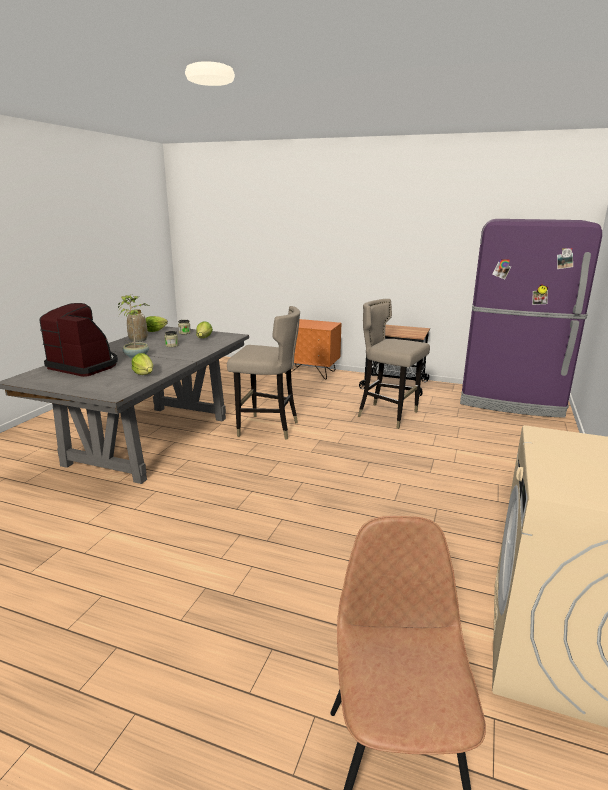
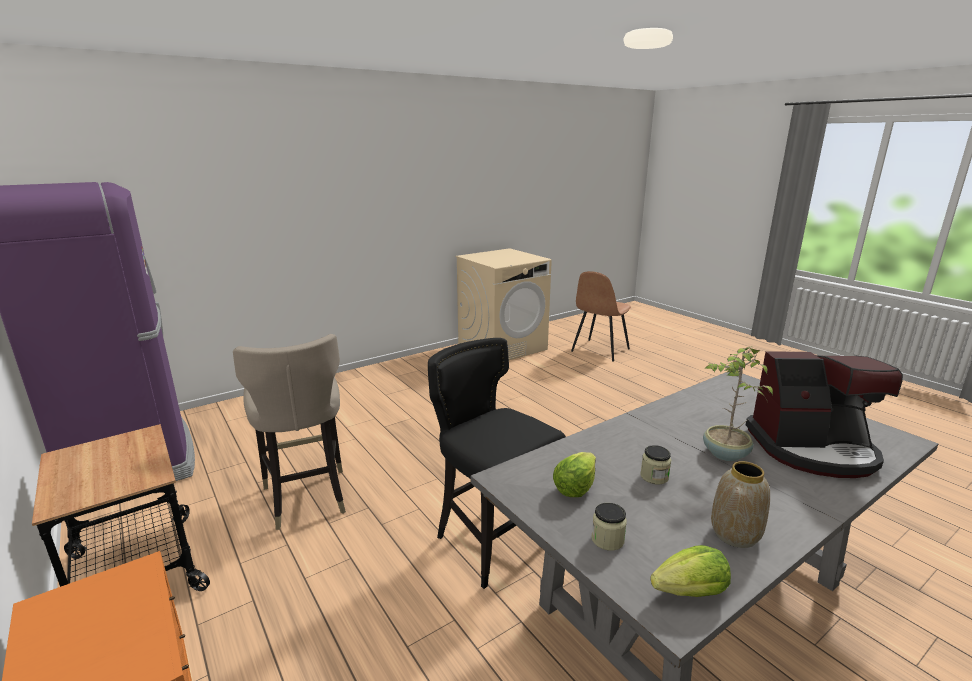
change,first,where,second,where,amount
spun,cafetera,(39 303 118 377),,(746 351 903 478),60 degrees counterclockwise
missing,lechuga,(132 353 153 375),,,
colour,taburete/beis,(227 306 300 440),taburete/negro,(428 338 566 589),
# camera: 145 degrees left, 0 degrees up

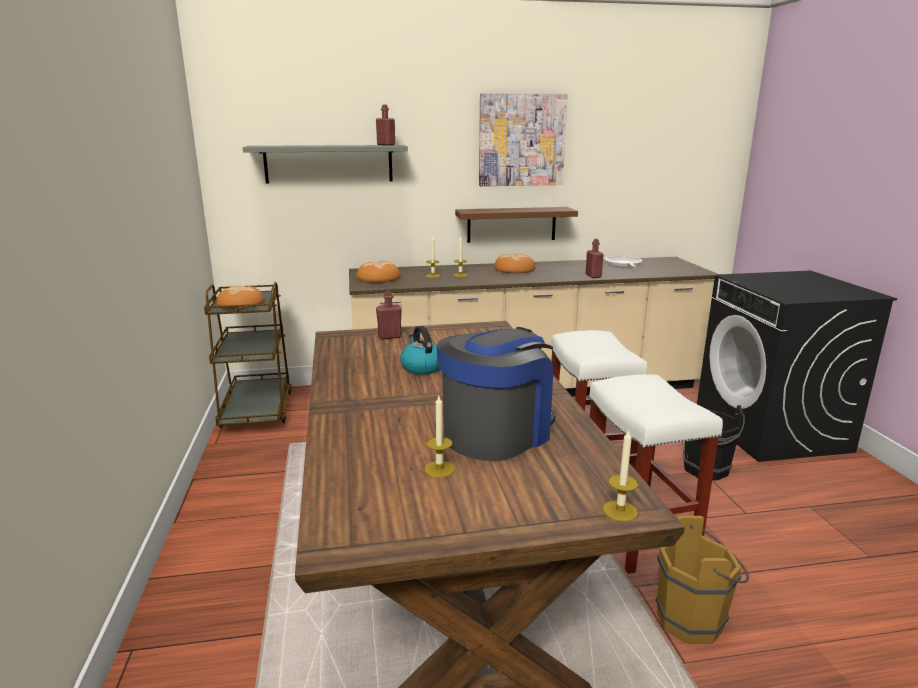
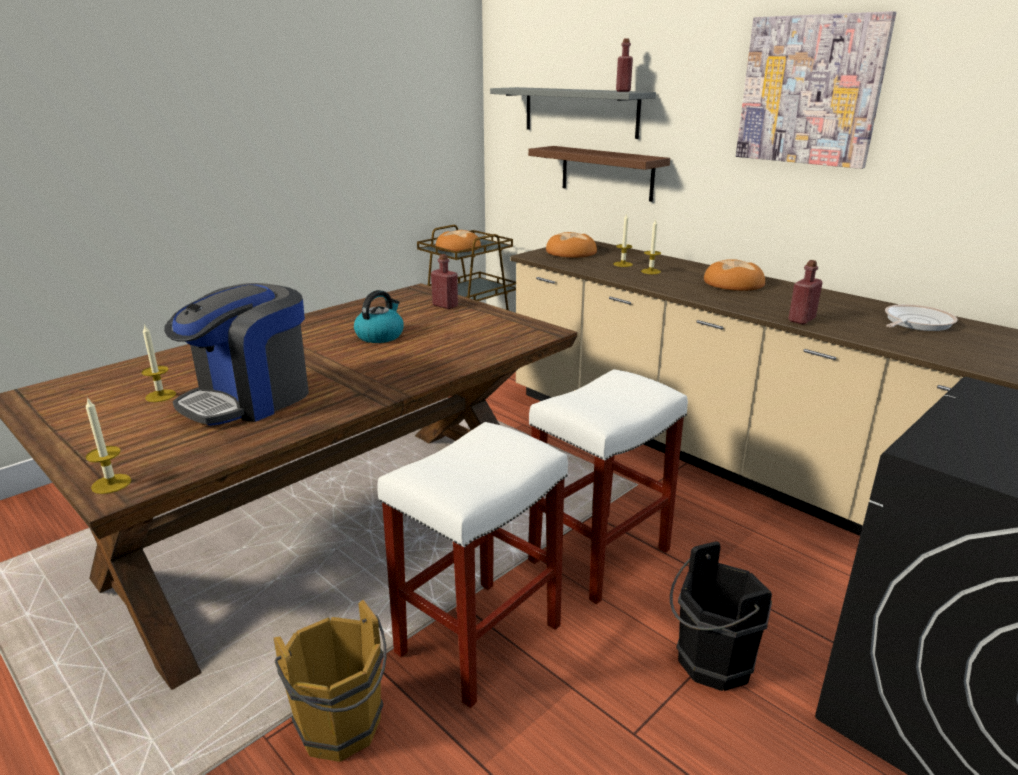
change,first,where,second,where,amount
spun,cafetera,(437 327 556 461),,(164 283 309 426),120 degrees clockwise
relocated,estante/marrón,(455 207 578 243),,(528 146 670 202),
# camera: 55 degrees right, 5 degrees up

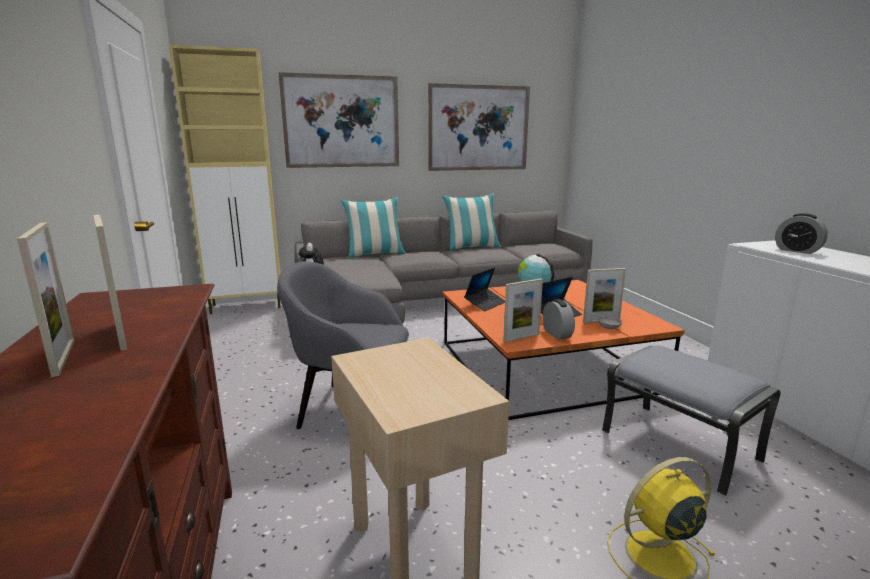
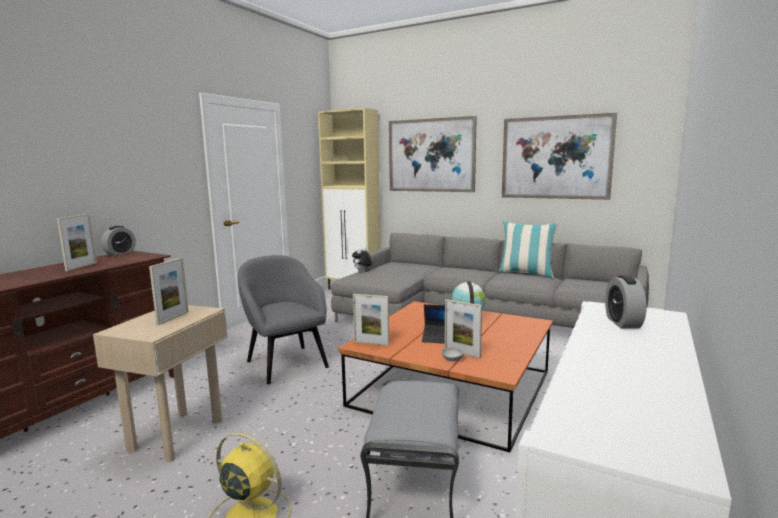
change,first,where,second,where,amount
relocated,portarretratos,(17 222 74 377),,(149 258 189 325),
missing,cojín,(341 197 406 257),,,
missing,portátil,(464 267 505 312),,,
relocated,despertador,(543 299 575 340),,(101 226 136 255),
# camera: 45 degrees right, 5 degrees down

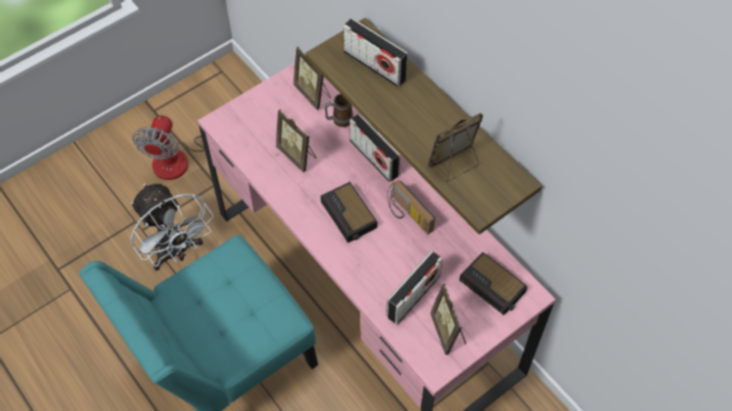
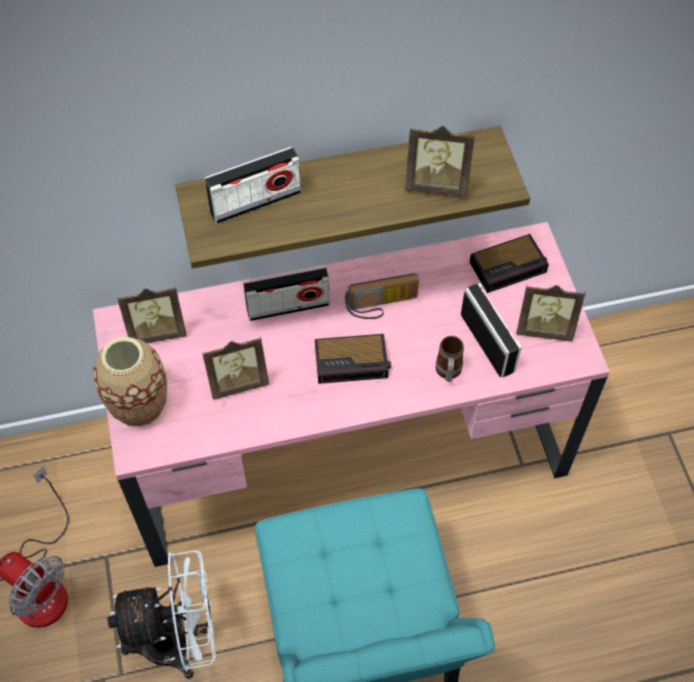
change,first,where,second,where,amount
relocated,taza grande,(324 94 353 127),,(436 336 464 382),
spun,portarretratos,(428 113 483 182),,(405 126 475 197),75 degrees counterclockwise
appeared,,,florero,(93 337 167 427),
# camera: 65 degrees left, 0 degrees up

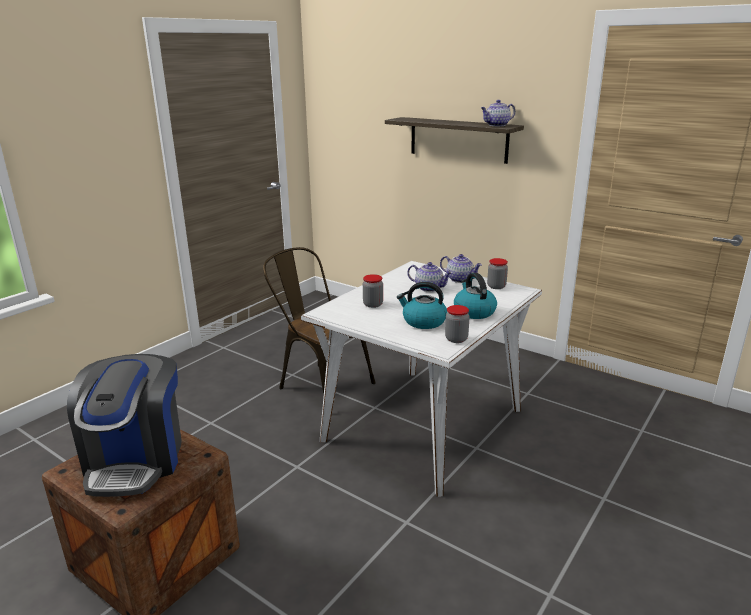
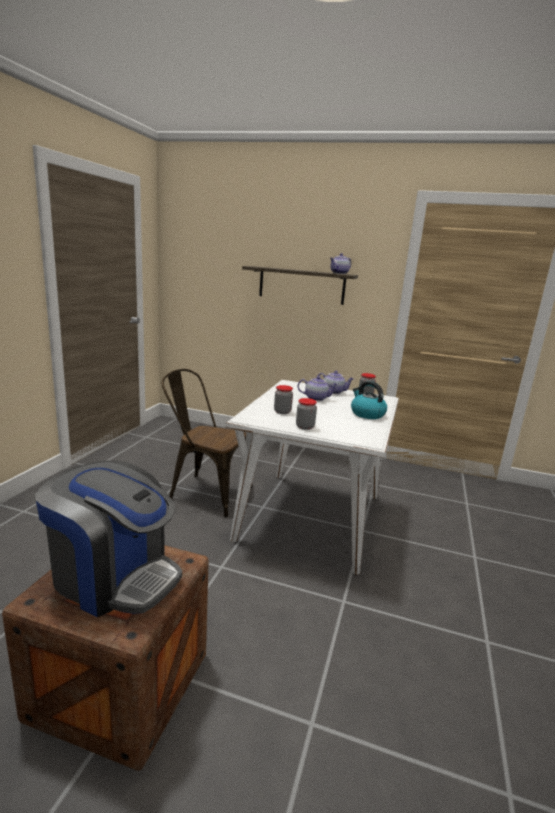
change,first,where,second,where,amount
spun,cafetera,(67 354 181 497),,(35 460 182 617),45 degrees counterclockwise
missing,hervidor,(397 282 447 329),,,
relocated,tarro,(445 305 469 343),,(296 398 317 430),
# camera: 20 degrees left, 5 degrees down

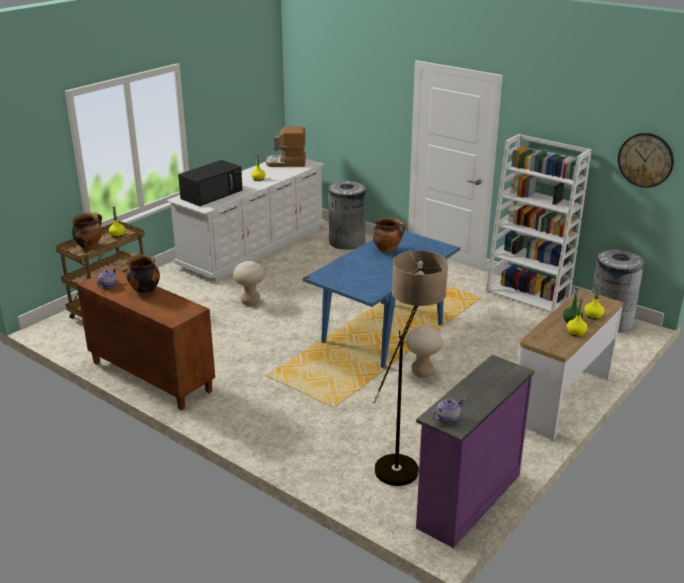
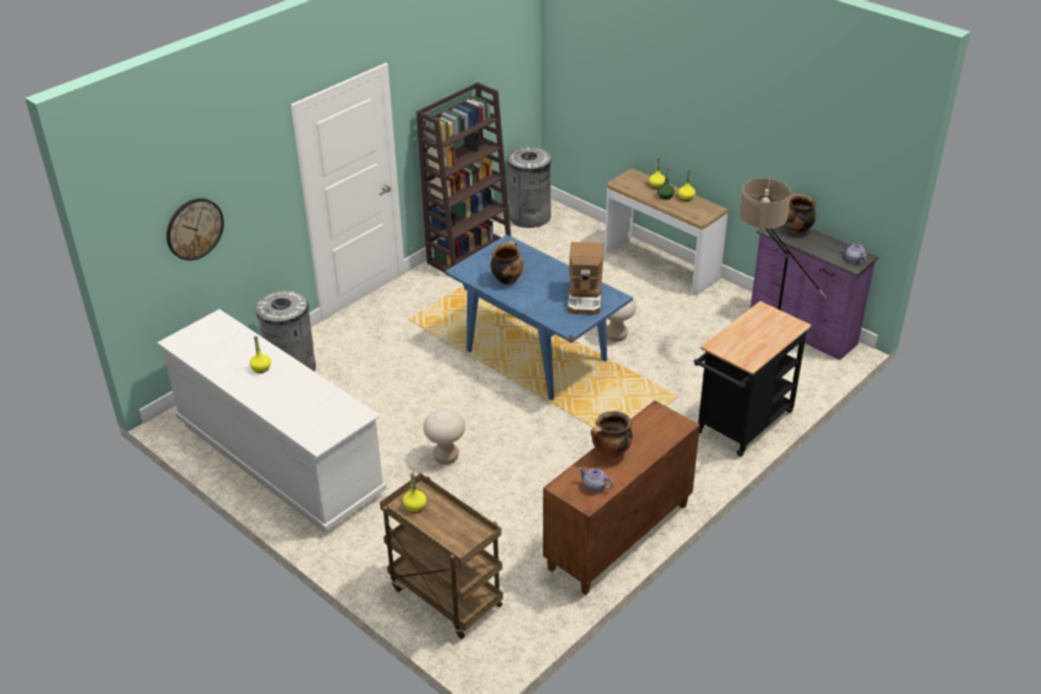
change,first,where,second,where,amount
relocated,olla,(71 212 102 249),,(786 194 817 234),
missing,microondas/negro,(178 160 243 206),,,
relocated,cafetera,(266 126 306 167),,(568 242 603 315),
colour,estantería/blanco,(485 134 592 314),estantería/marrón,(416 82 511 273),
relocated,reloj de pared,(618 133 674 188),,(166 198 224 260),
appeared,,,carrito/negro,(694 301 811 456),
# camera: 85 degrees left, 10 degrees up

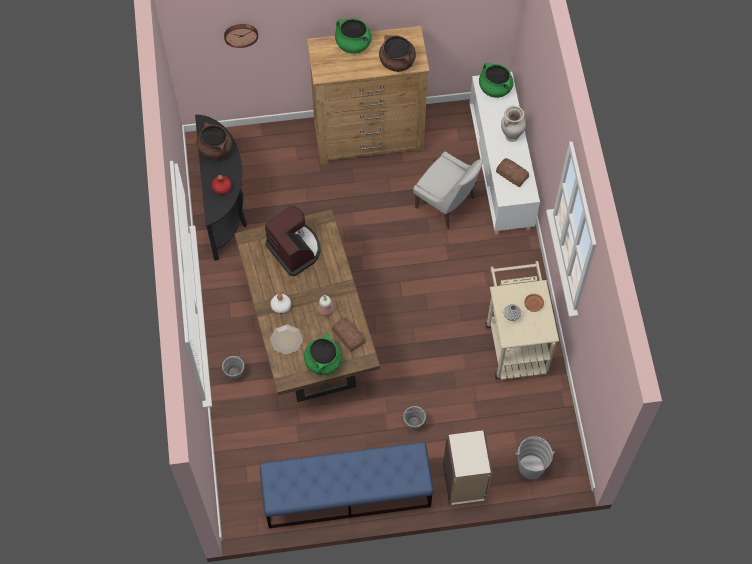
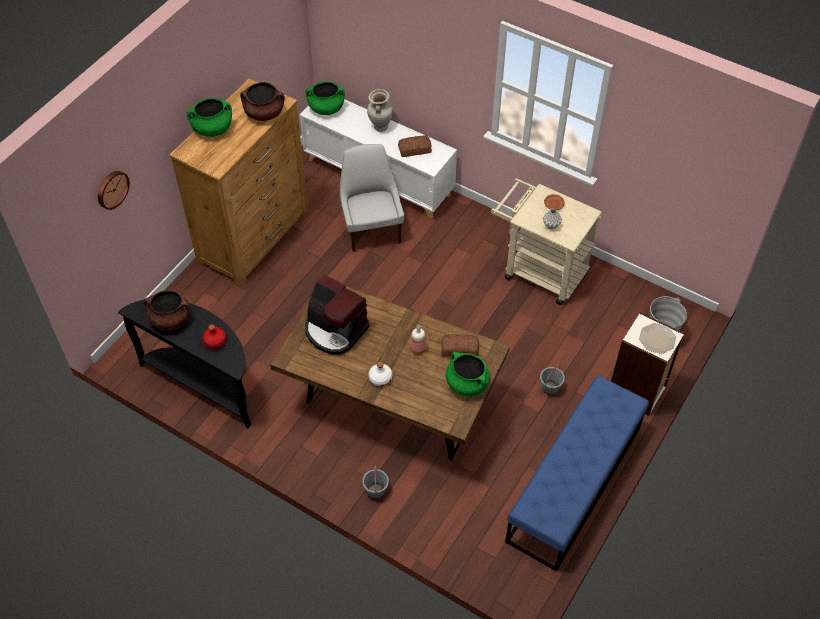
change,first,where,second,where,amount
spun,cafetera,(265 205 321 276),,(305 274 370 355),150 degrees counterclockwise
relocated,plato,(270 324 303 355),,(639 323 676 354),
spun,silla/blanco,(413 152 483 229),,(340 144 404 252),90 degrees counterclockwise
# camera: 50 degrees left, 10 degrees down

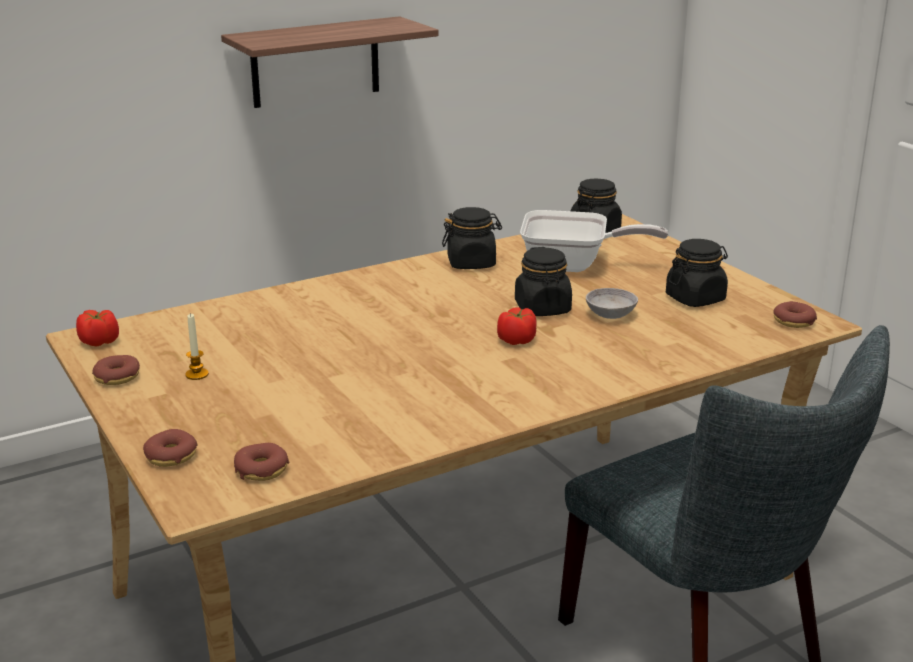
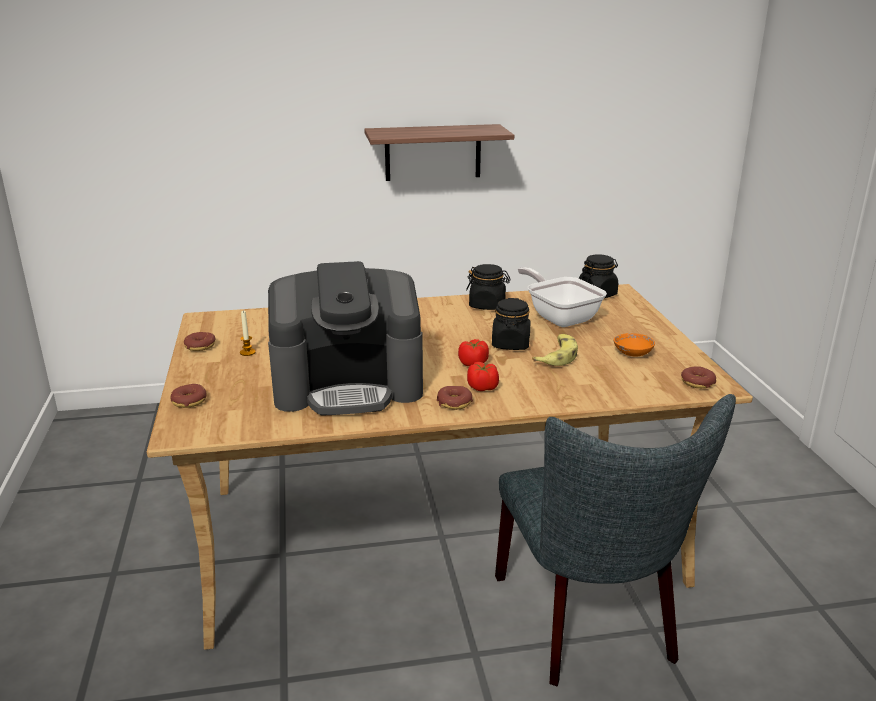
change,first,where,second,where,amount
relocated,tomate,(76 310 119 347),,(467 362 499 391),
relocated,rosquilla,(234 443 289 481),,(437 386 473 410),
spun,sartén,(520 210 668 272),,(518 267 607 327),150 degrees counterclockwise
exchanged,cuenco/gris,(586 288 638 319),plátano,(532 334 578 366),
exchanged,tarro/negro,(666 239 728 307),cuenco/naranja,(614 333 655 357),
appeared,,,cafetera,(268 261 423 416),
# camera: 20 degrees right, 0 degrees up

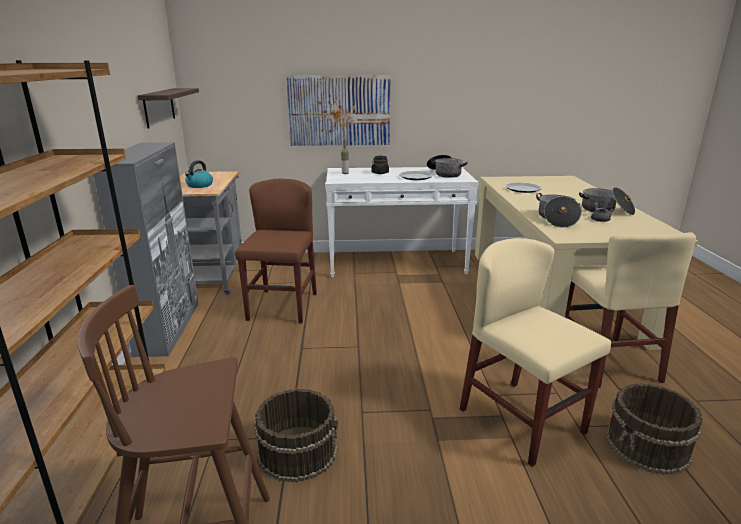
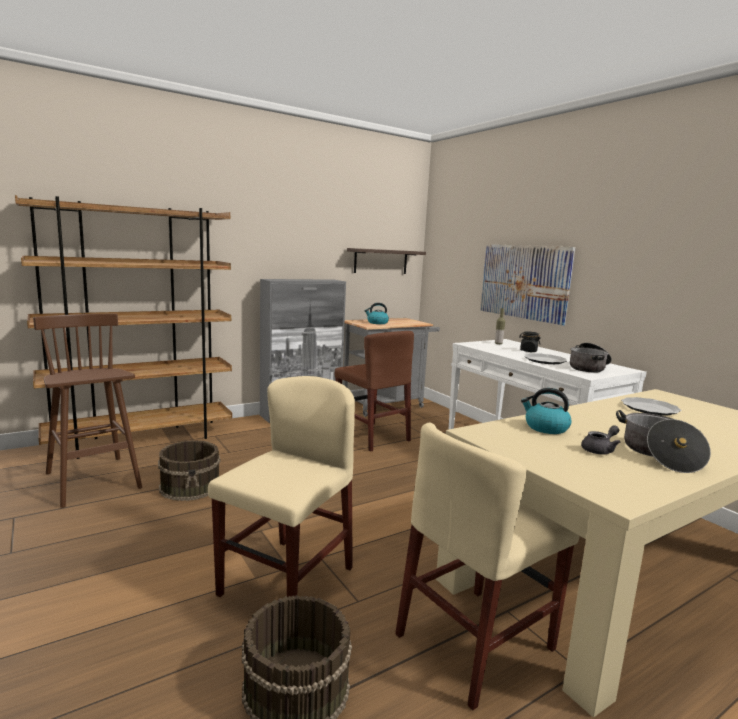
change,first,where,second,where,amount
spun,silla/marrón,(235 179 317 324),,(335 331 414 452),75 degrees clockwise
exchanged,olla,(536 193 581 228),hervidor,(521 388 571 434),
# camera: 60 degrees right, 10 degrees down

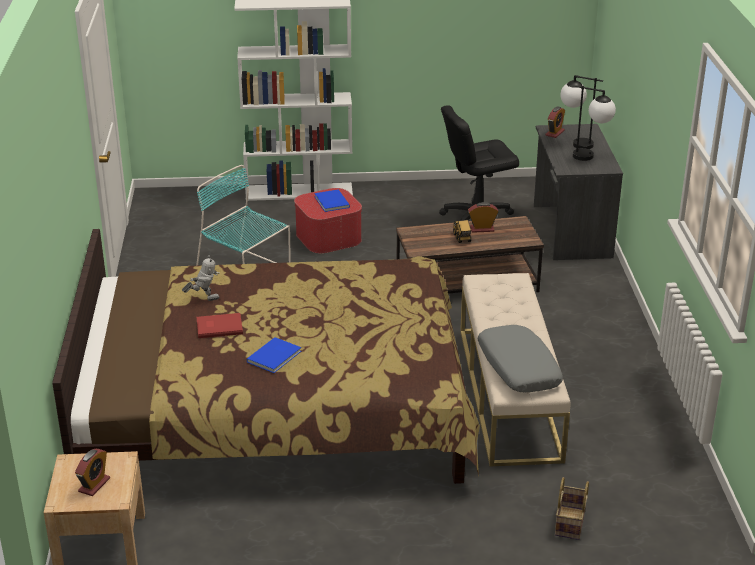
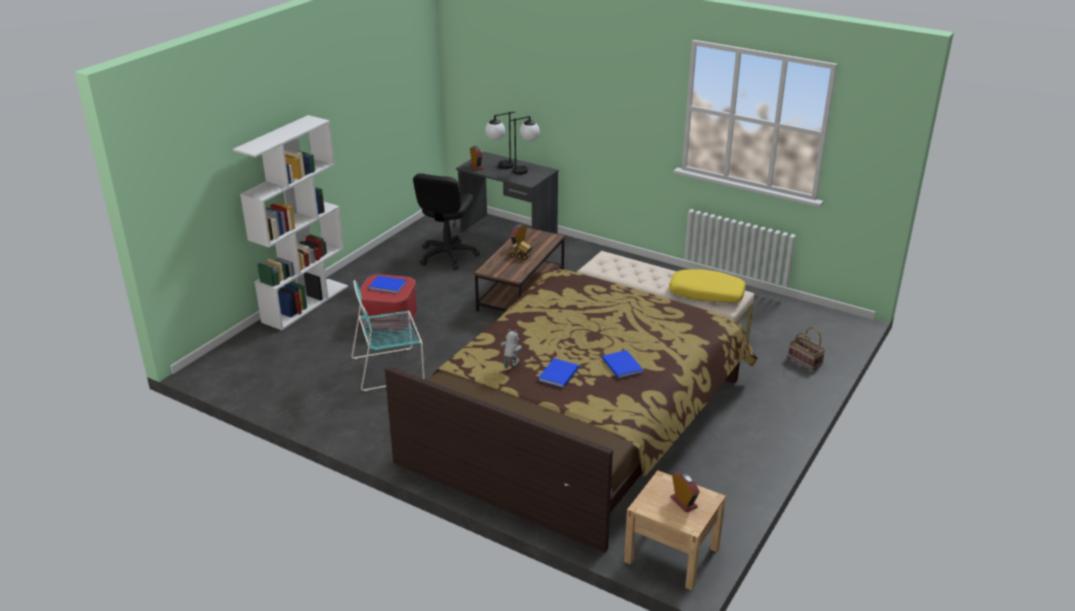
change,first,where,second,where,amount
colour,libro/rojo,(197 313 243 338),libro/azul,(538 358 579 388),
colour,cojín/gris,(478 325 563 392),cojín/amarillo,(669 269 746 302),
# camera: 55 degrees left, 0 degrees up

